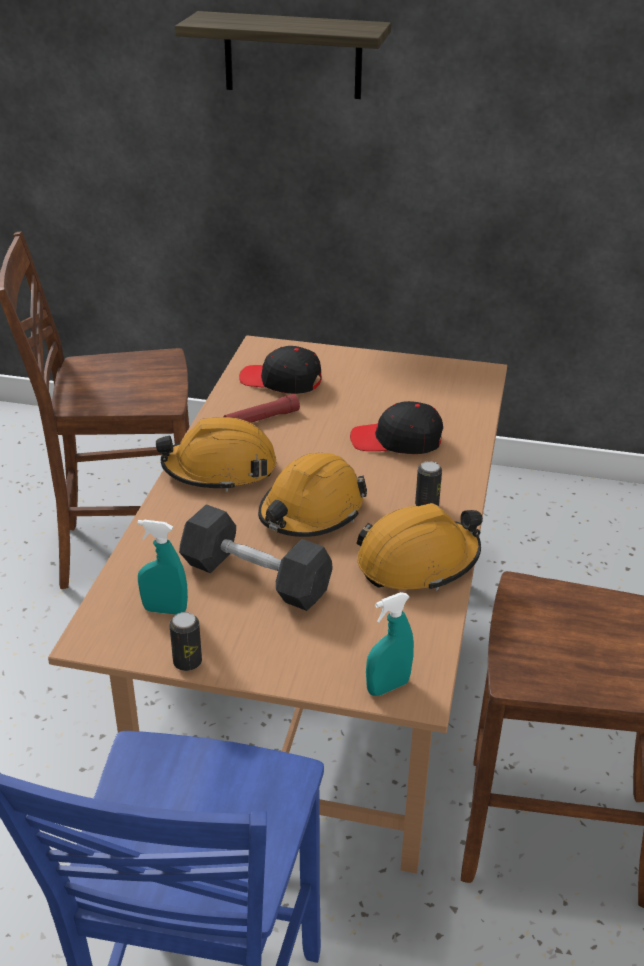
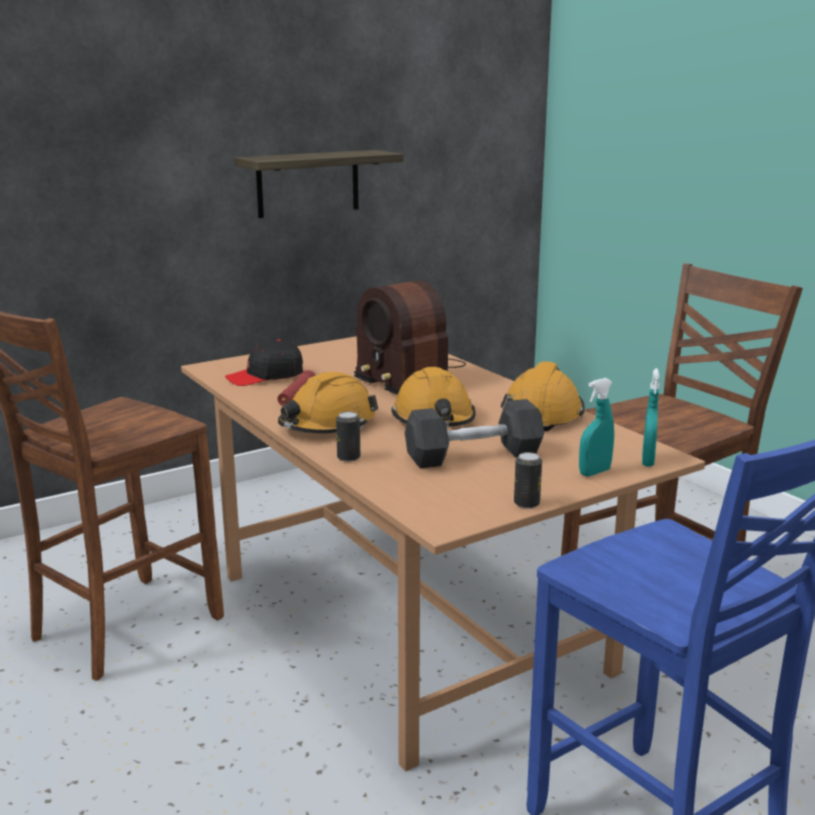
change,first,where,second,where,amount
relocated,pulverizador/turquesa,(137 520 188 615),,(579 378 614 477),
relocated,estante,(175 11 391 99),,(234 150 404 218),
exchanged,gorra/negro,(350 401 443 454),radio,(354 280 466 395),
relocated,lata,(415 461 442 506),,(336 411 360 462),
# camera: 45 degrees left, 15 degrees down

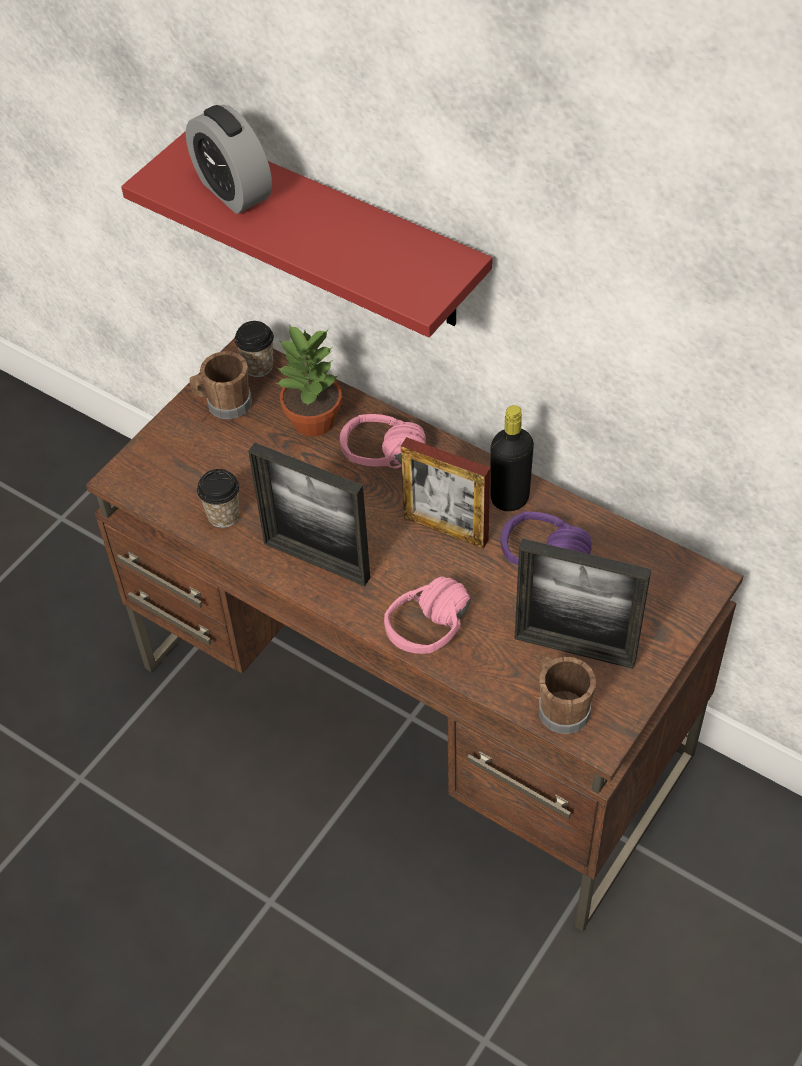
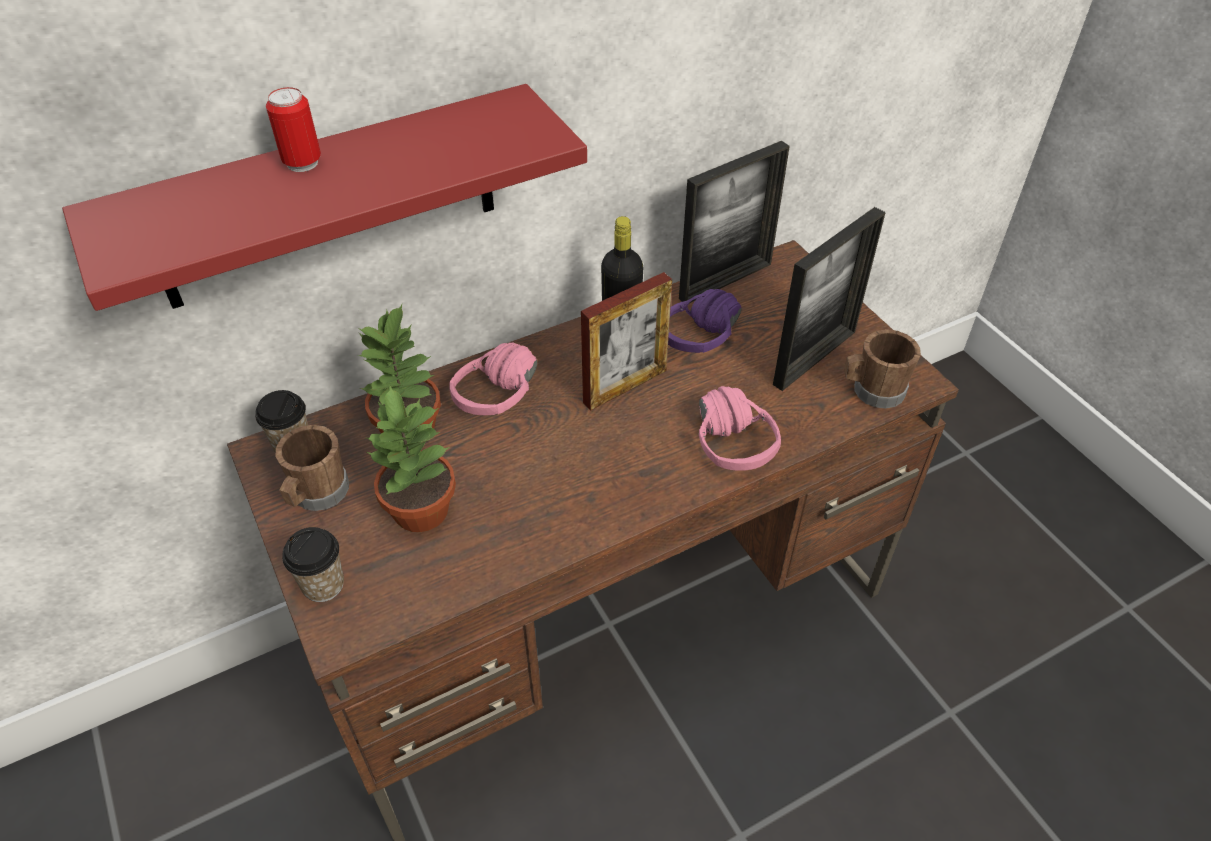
change,first,where,second,where,amount
missing,despertador,(186 105 272 214),,,
relocated,taza,(197 469 240 528),,(282 527 344 602),
relocated,portarretratos,(248 443 370 586),,(679 141 790 303),
appeared,,,lata,(266 87 321 172),
appeared,,,planta en maceta,(367 386 456 532),
# camera: 65 degrees left, 5 degrees down

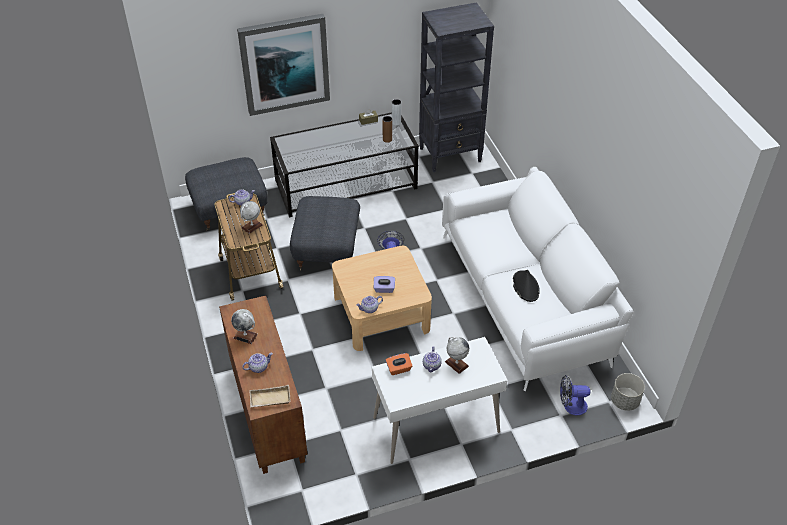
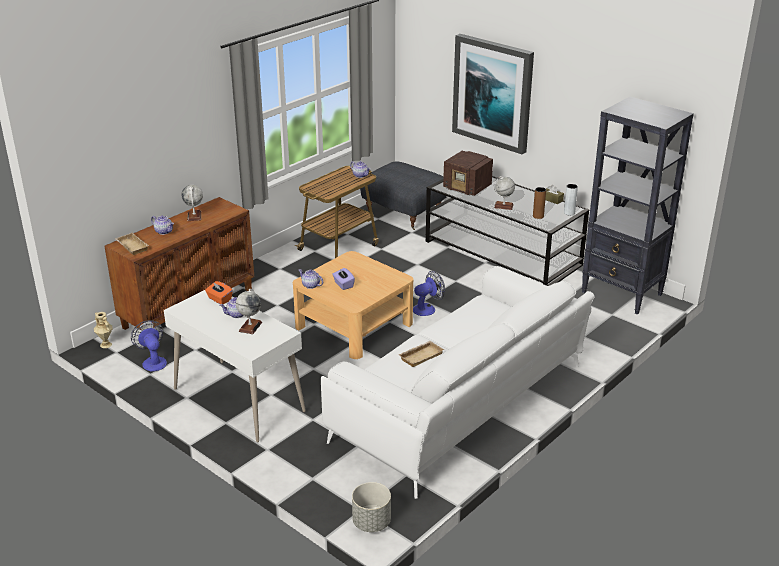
change,first,where,second,where,amount
relocated,globo terráqueo,(240 201 263 234),,(494 176 515 210),
missing,puf/gris,(290 196 360 271),,,
exchanged,sombrero/negro,(513 270 540 302),bandeja/beis,(399 341 444 367),
relocated,ventilador,(560 375 591 415),,(131 320 167 371),
appeared,,,florero/beis,(94 312 113 348),
appeared,,,radio,(443 151 493 196),
# camera: 60 degrees right, 15 degrees down

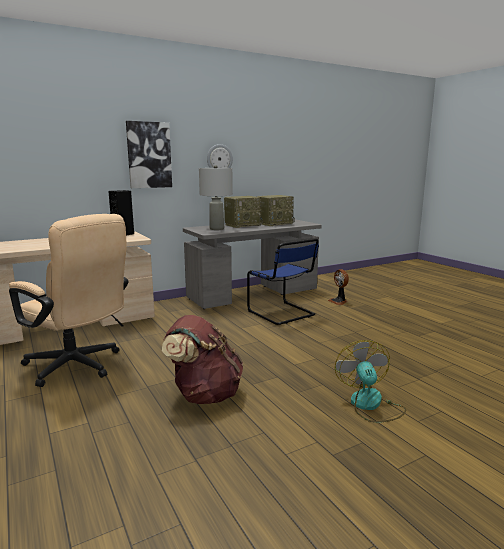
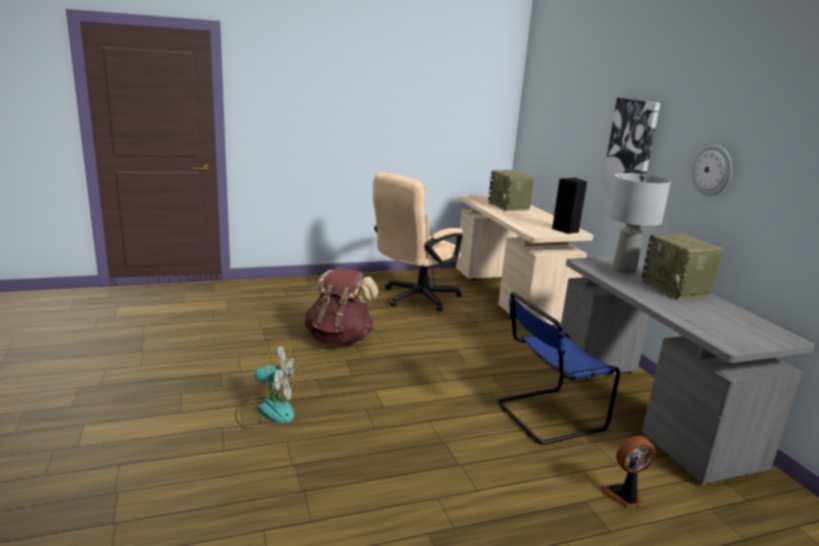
change,first,where,second,where,amount
relocated,radio,(257 195 295 226),,(488 170 534 211),
# camera: 100 degrees right, 5 degrees up

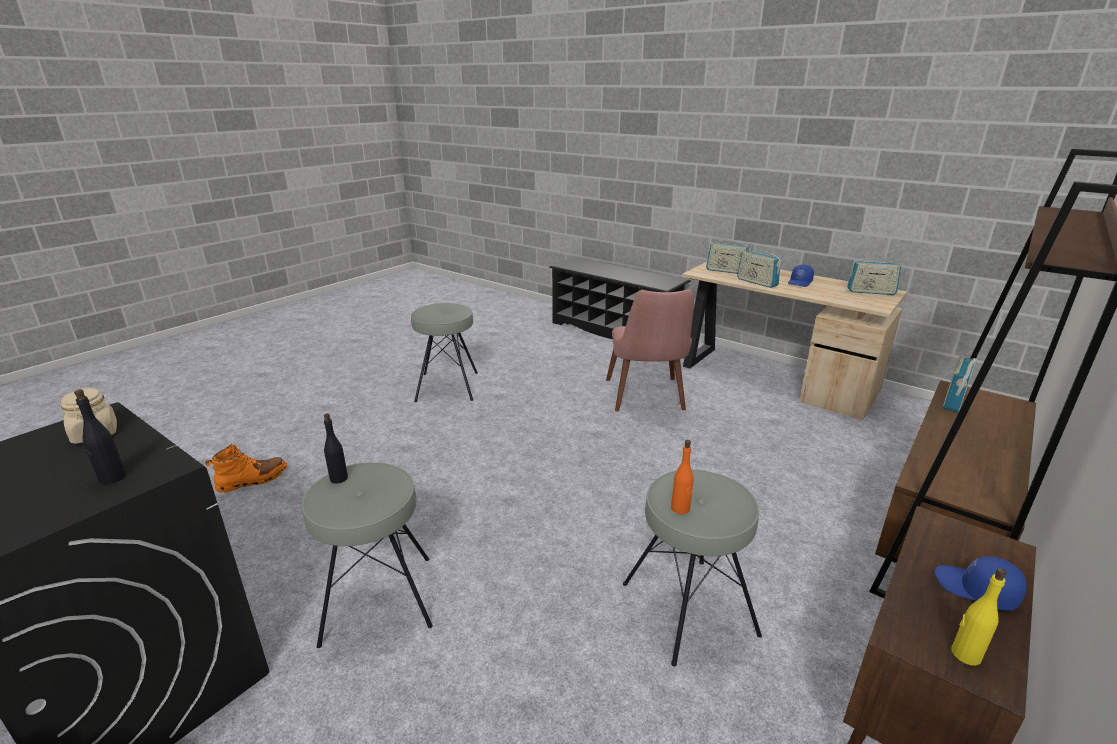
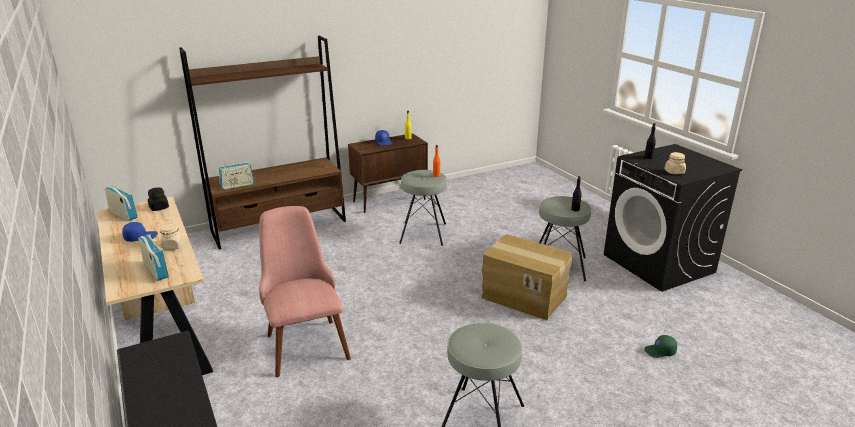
change,first,where,second,where,amount
exchanged,bota/naranja,(205 444 287 493),gorra/verde,(644 335 677 358),
spun,silla/rosa,(606 289 694 411),,(259 206 351 377),45 degrees counterclockwise
exchanged,radio,(737 245 781 288),tarro/beis,(160 223 183 250),
appeared,,,tarro/negro,(148 188 169 211),
appeared,,,caja de cartón,(481 234 572 320),
# camera: 155 degrees left, 0 degrees up

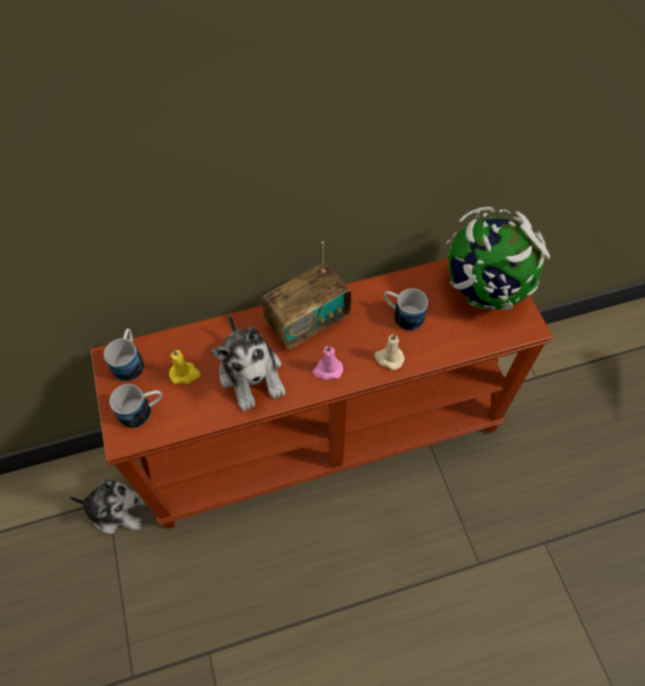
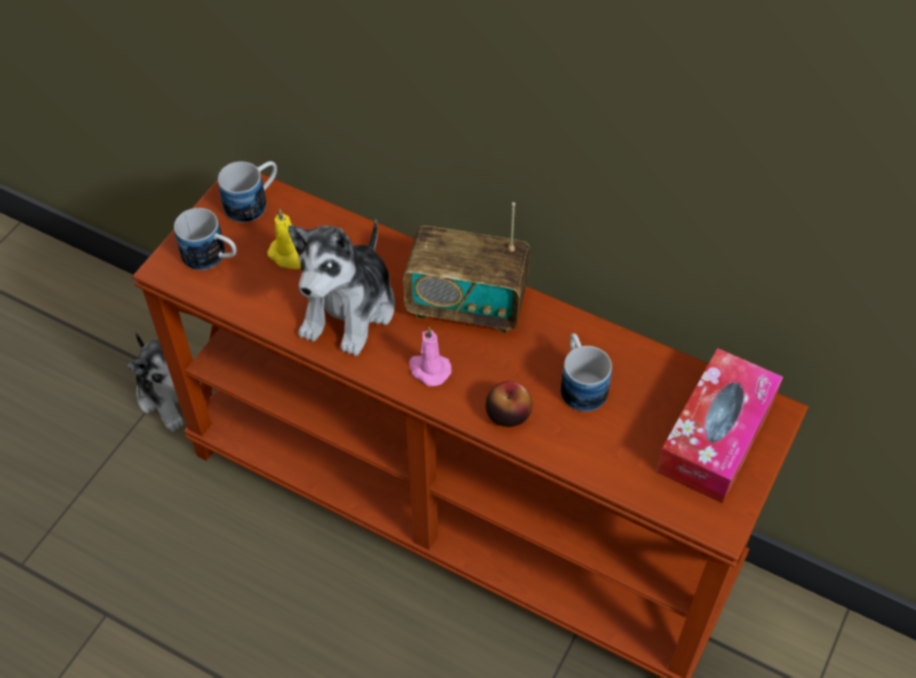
change,first,where,second,where,amount
exchanged,vela/beis,(374 333 405 370),manzana,(486 381 533 427),
exchanged,globo terráqueo,(446 207 550 310),caja de pañuelos,(656 348 783 504),
# camera: 45 degrees right, 5 degrees down

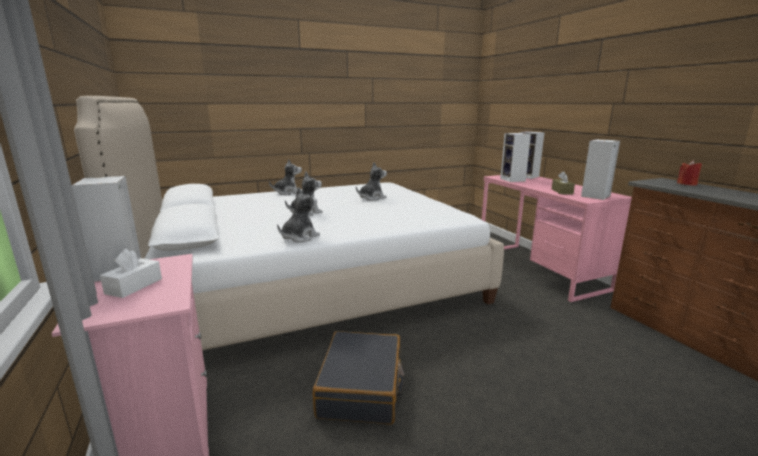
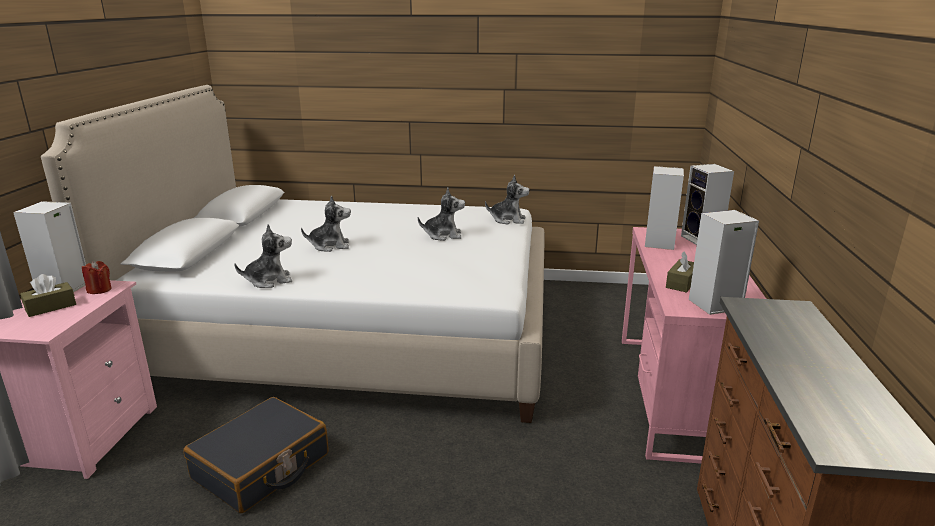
change,first,where,second,where,amount
colour,caja de pañuelos/blanco,(100 249 162 298),caja de pañuelos/marrón,(20 274 76 317),
relocated,peluche,(269 159 302 195),,(485 175 530 225),
relocated,vela/rojo,(677 160 702 185),,(82 261 112 294),
# camera: 30 degrees right, 5 degrees up

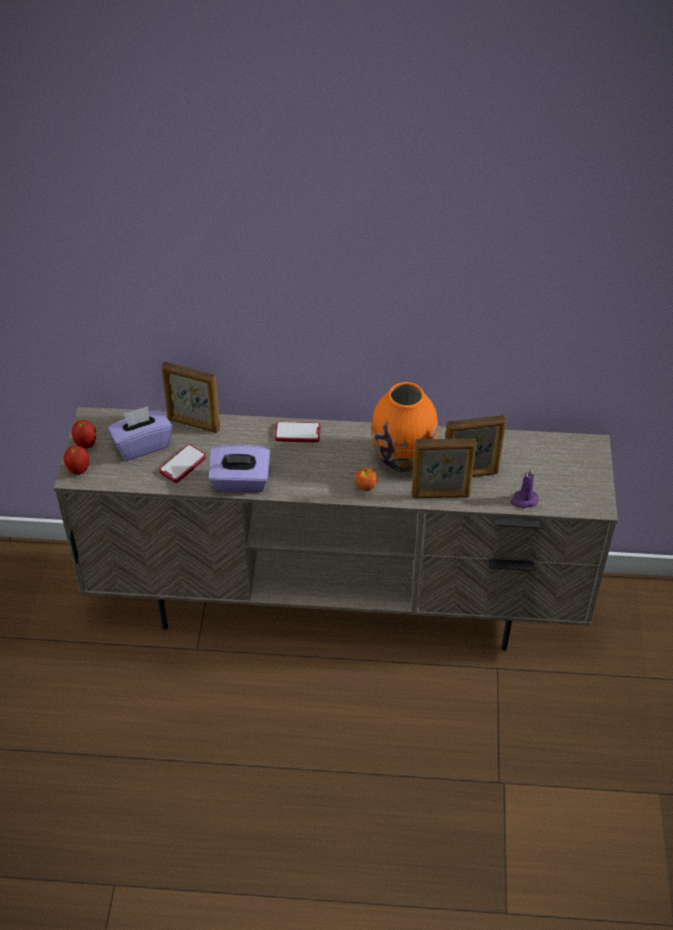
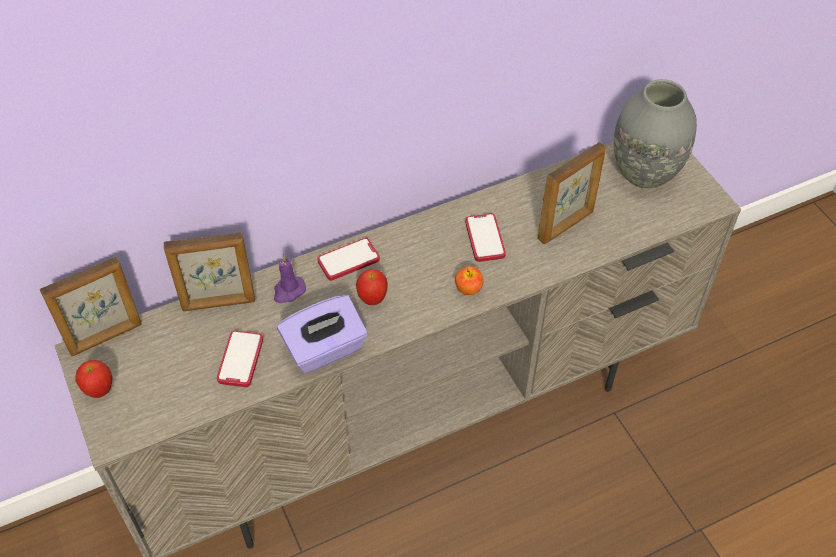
change,first,where,second,where,amount
relocated,manzana,(63 446 89 475),,(356 269 388 305),
missing,caja de pañuelos/morado,(108 406 173 461),,,
exchanged,florero/naranja,(371 382 438 472),móvil,(465 213 506 262),
relocated,portarretratos,(412 438 476 498),,(40 257 142 356),
relocated,vela/morado,(510 469 539 508),,(274 255 306 303),
appeared,,,florero/gris,(614 79 697 188),
# camera: 30 degrees left, 5 degrees up

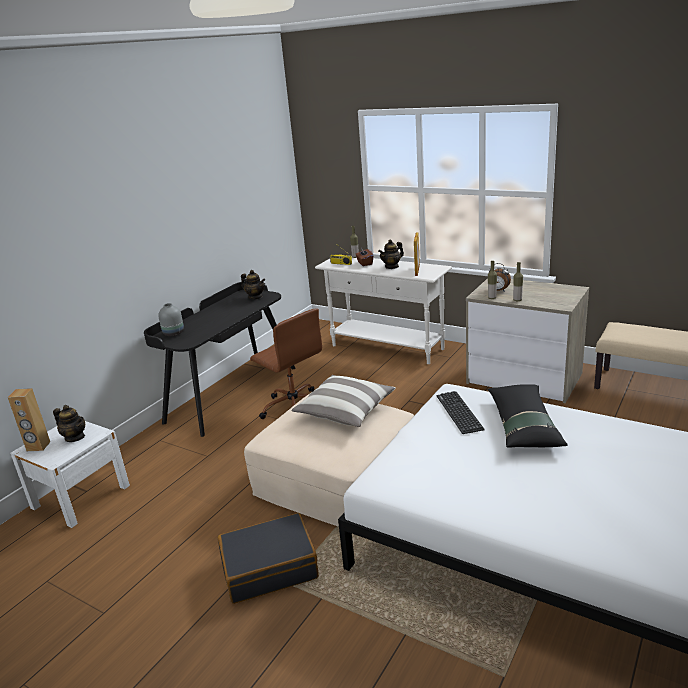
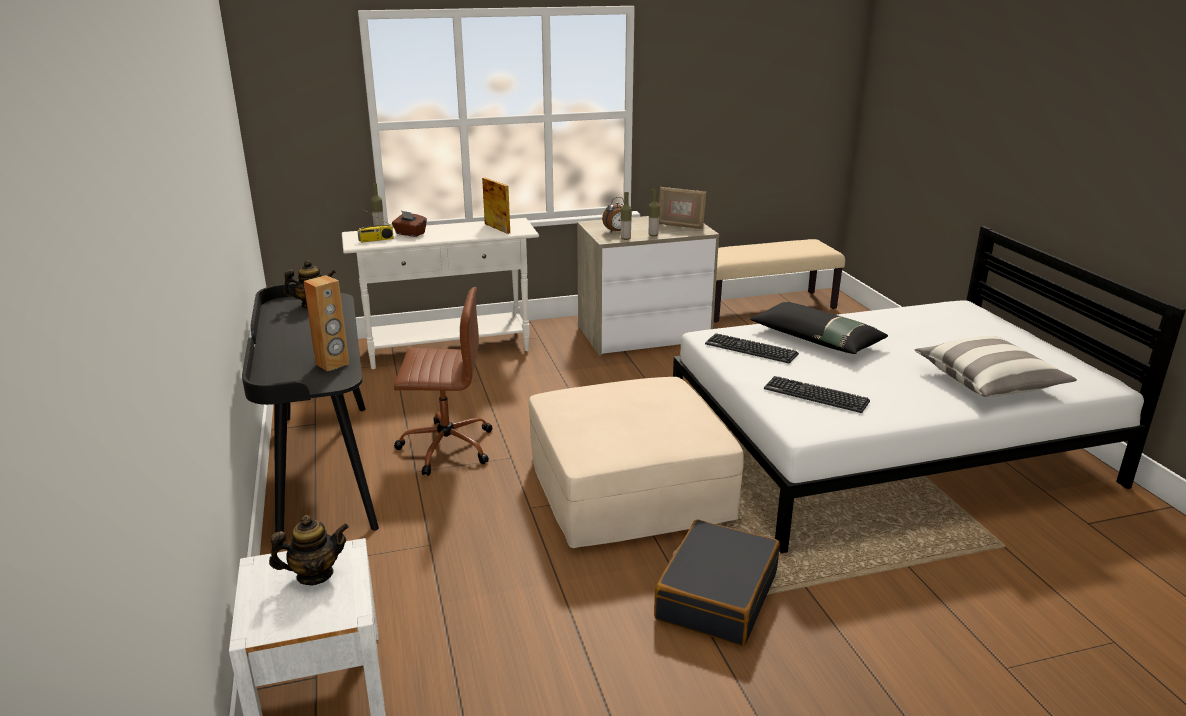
change,first,where,second,where,amount
relocated,altavoz/marrón,(8 388 50 451),,(304 275 349 372),
missing,florero/gris,(158 303 184 336),,,
relocated,cojín,(291 375 396 427),,(915 336 1077 397),
missing,tetera,(378 239 404 269),,,
appeared,,,portarretratos,(659 187 706 229),
appeared,,,teclado,(764 376 870 413),
# camera: 50 degrees left, 0 degrees up

